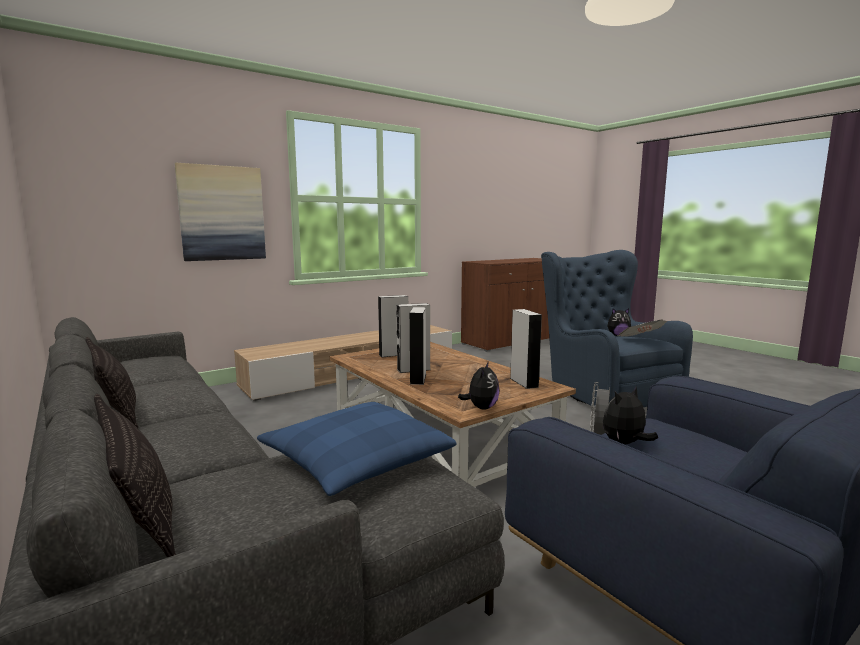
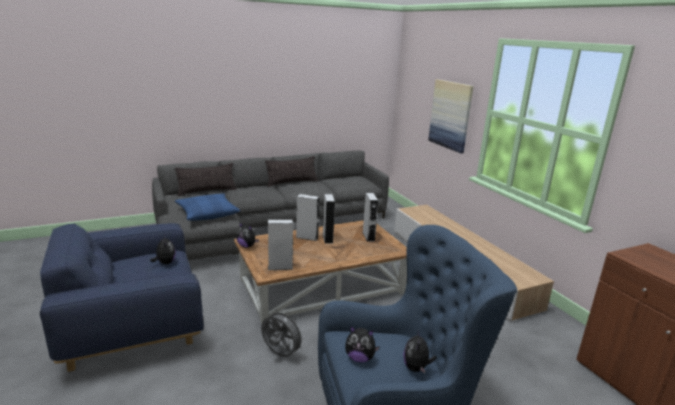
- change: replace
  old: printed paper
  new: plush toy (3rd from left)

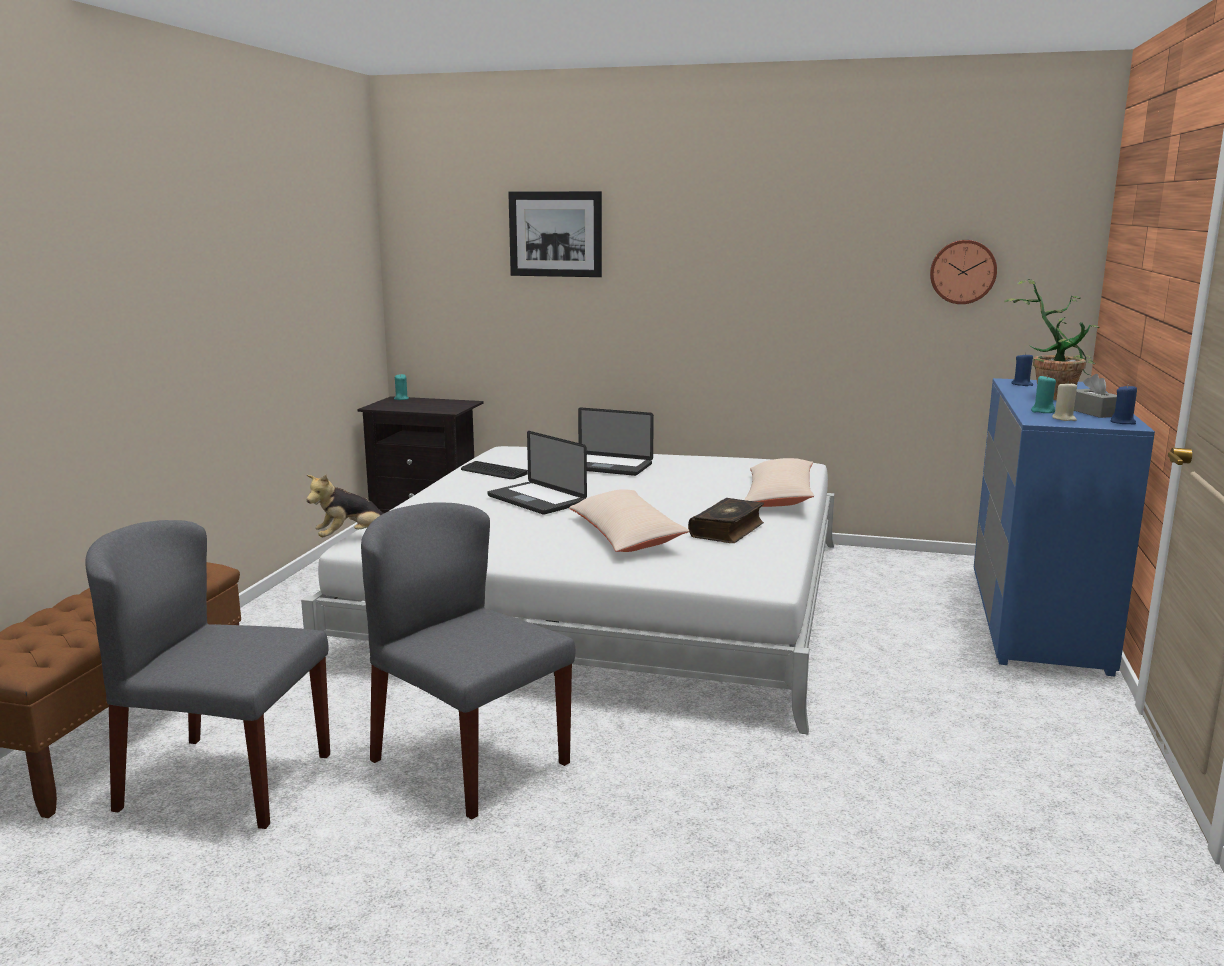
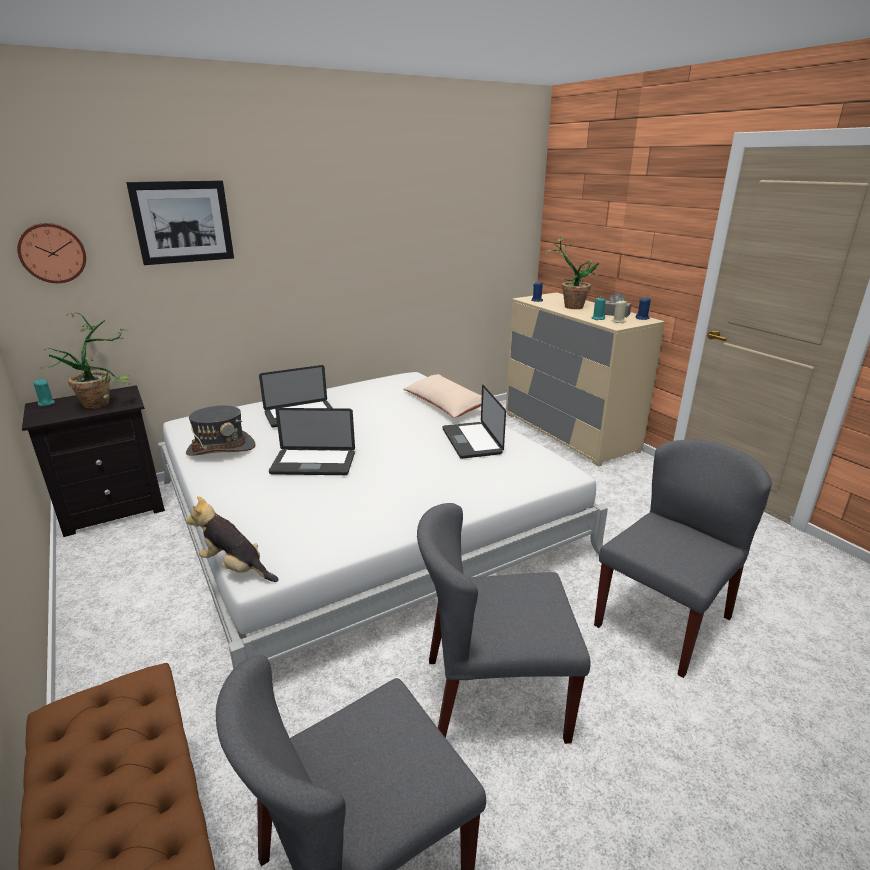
- change: move
  old: wall clock
- change: recolor
  old: drawer chest in blue
  new: drawer chest in beige
- change: replace
  old: keyboard
  new: clothing hat in greyish
- change: rotate
  old: plush toy
  degrees: 105
- change: delete
  old: throw pillow in beige (1st from left)
- change: replace
  old: volume
  new: portable computer (3rd from left)
- change: insert
  new: potted plant (1st from left)
- change: insert
  new: plain chair in greyish (3rd from left)

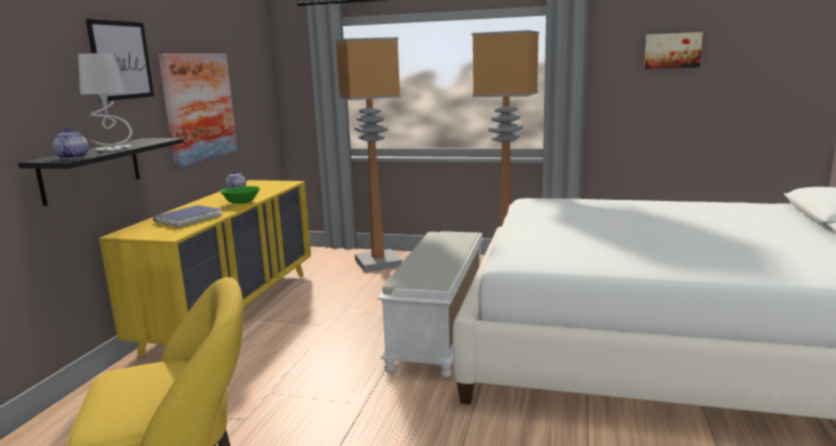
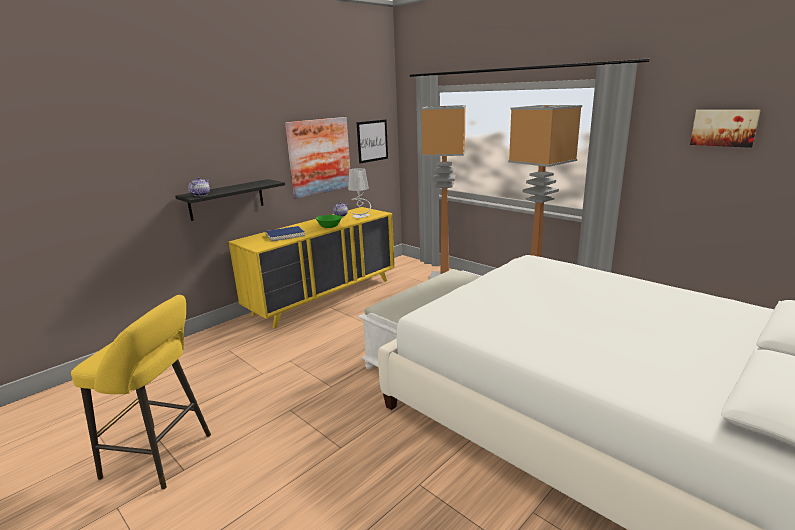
- change: move
  old: wall picture (1st from left in the first image)
  new: wall picture (2nd from left)
- change: move
  old: lamp for a table in greyish

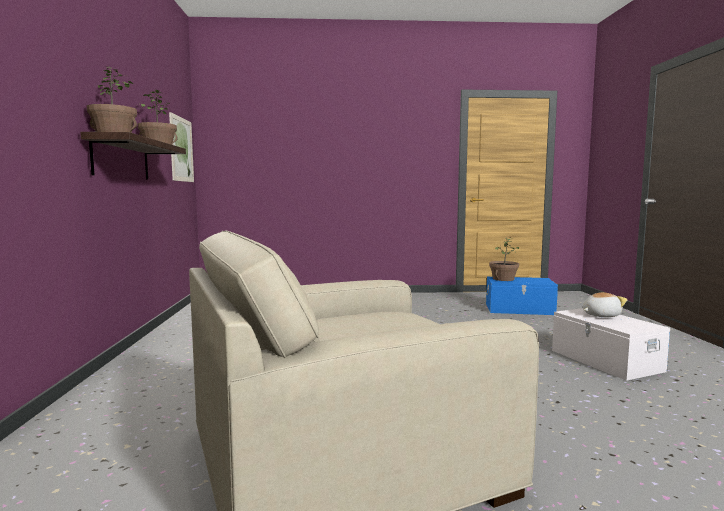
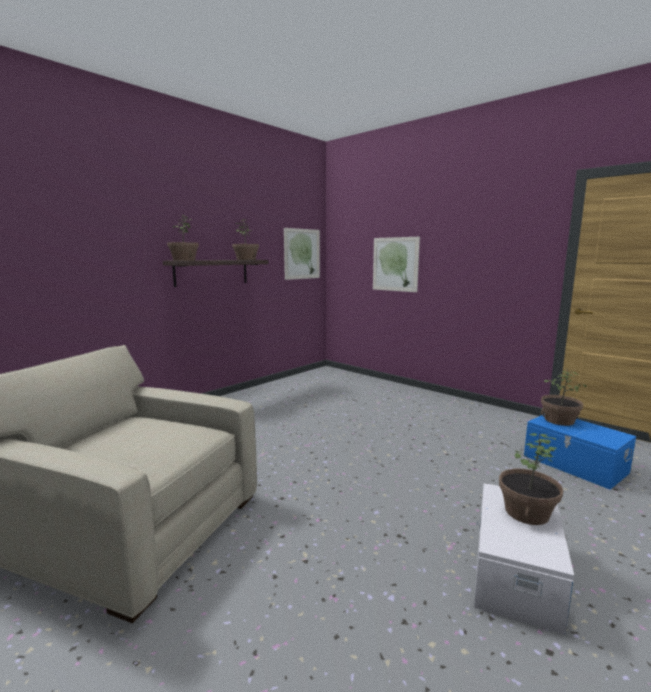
- change: replace
  old: plush toy
  new: potted plant (3rd from left)
- change: insert
  new: wall picture (2nd from left)

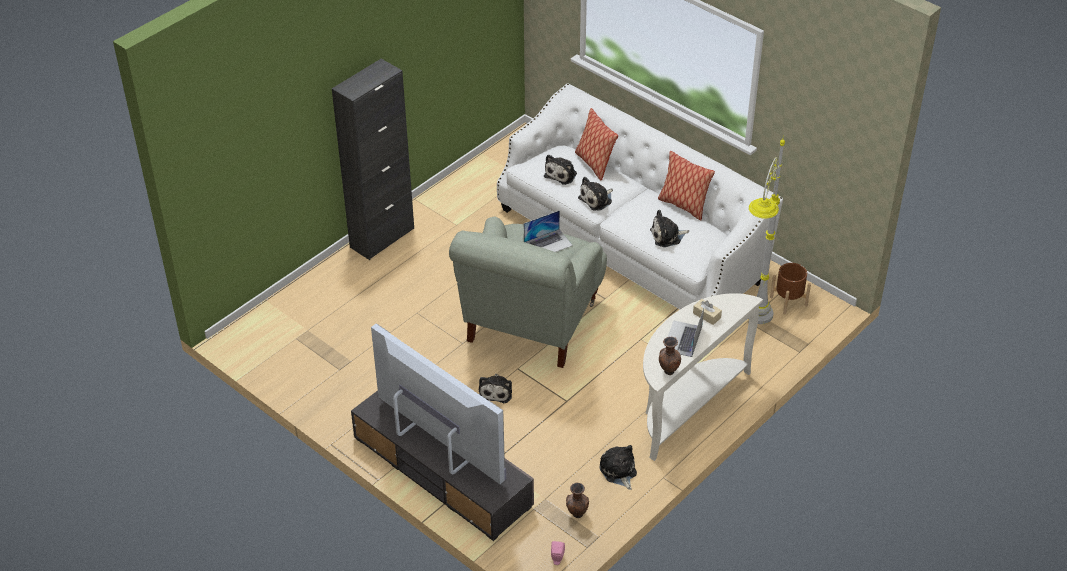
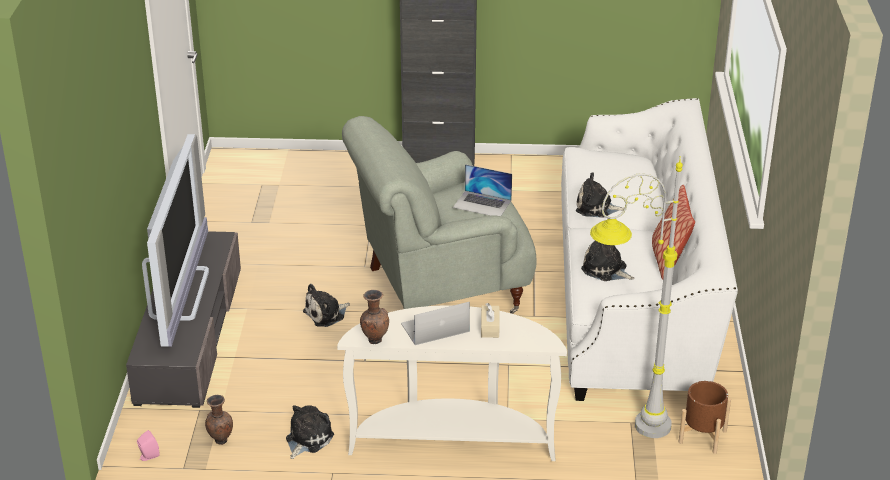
- change: delete
  old: throw pillow (1st from left)
- change: delete
  old: plush toy (2nd from left)

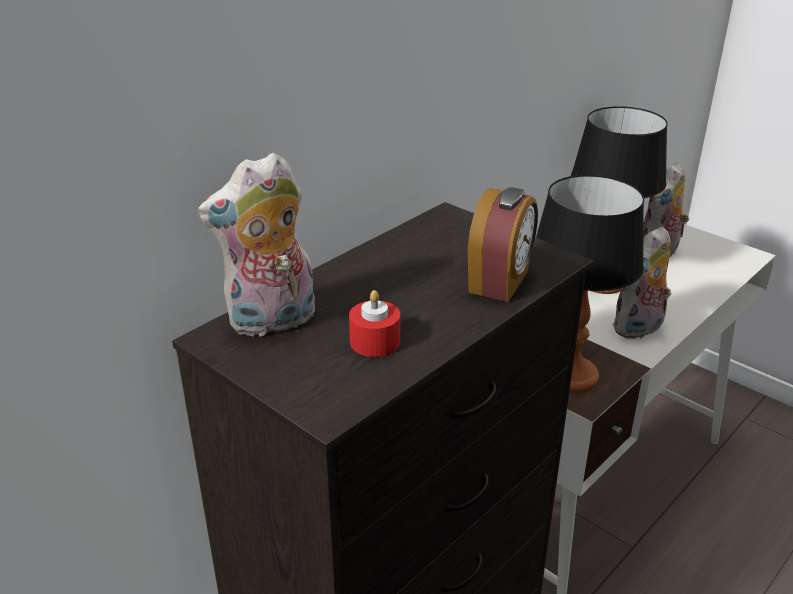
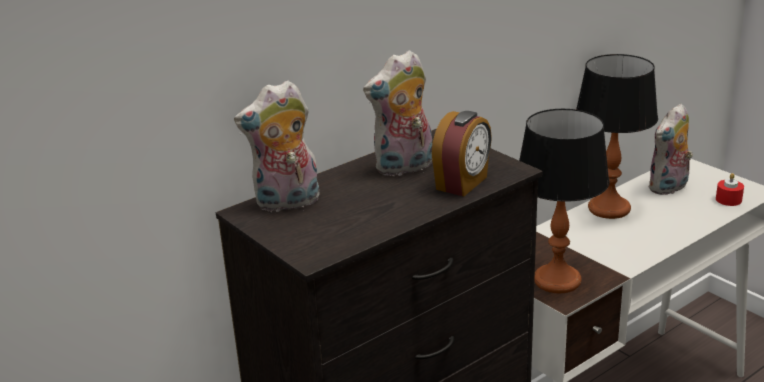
- change: move
  old: plush toy (2nd from left)
- change: move
  old: candle in reddish

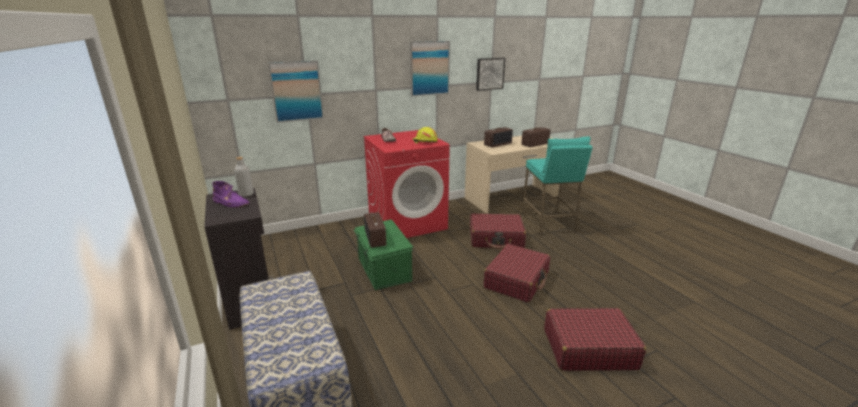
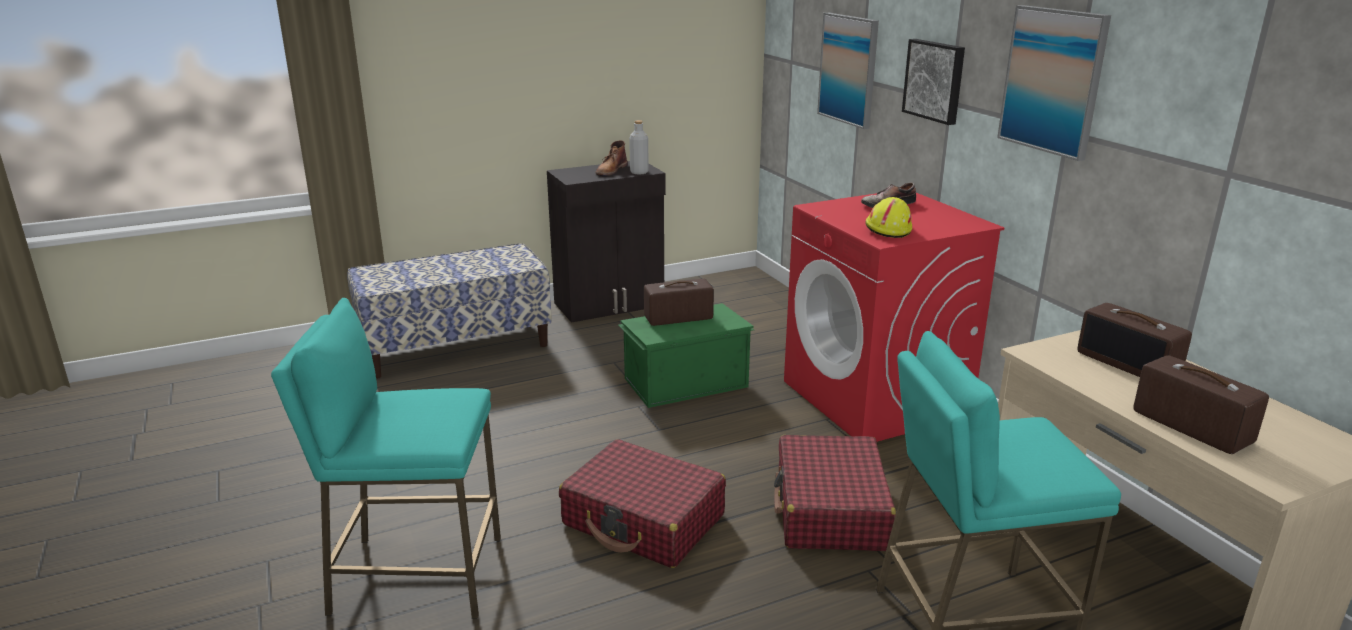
- change: move
  old: wall picture (3rd from left in the first image)
  new: wall picture (2nd from left)
- change: recolor
  old: boot in purple
  new: boot in brown-coloured
- change: replace
  old: travel case in reddish (3rd from left)
  new: sitting stool in blue-green (1st from left)

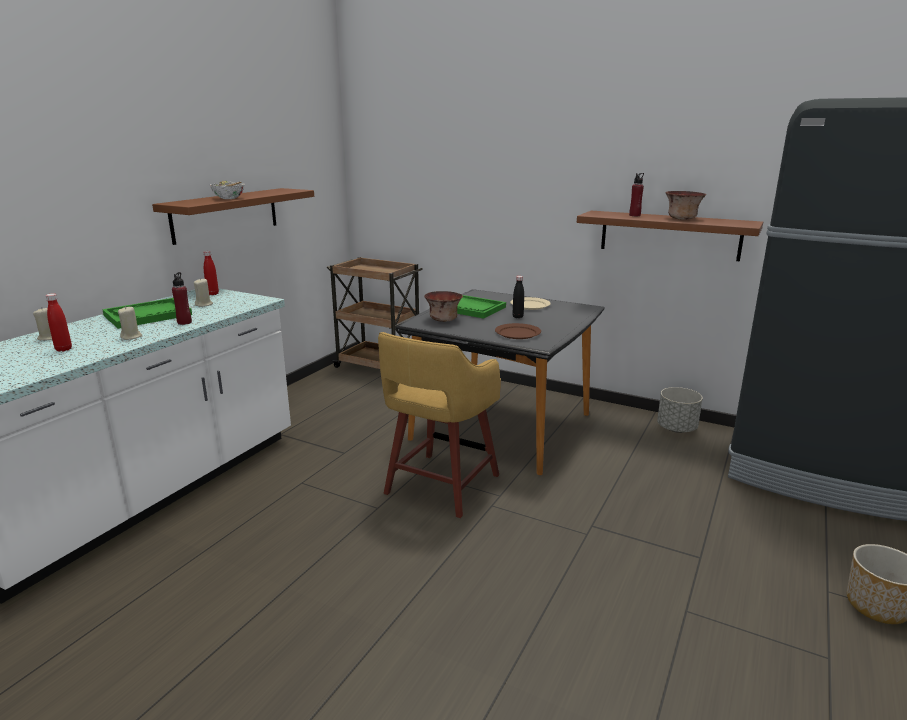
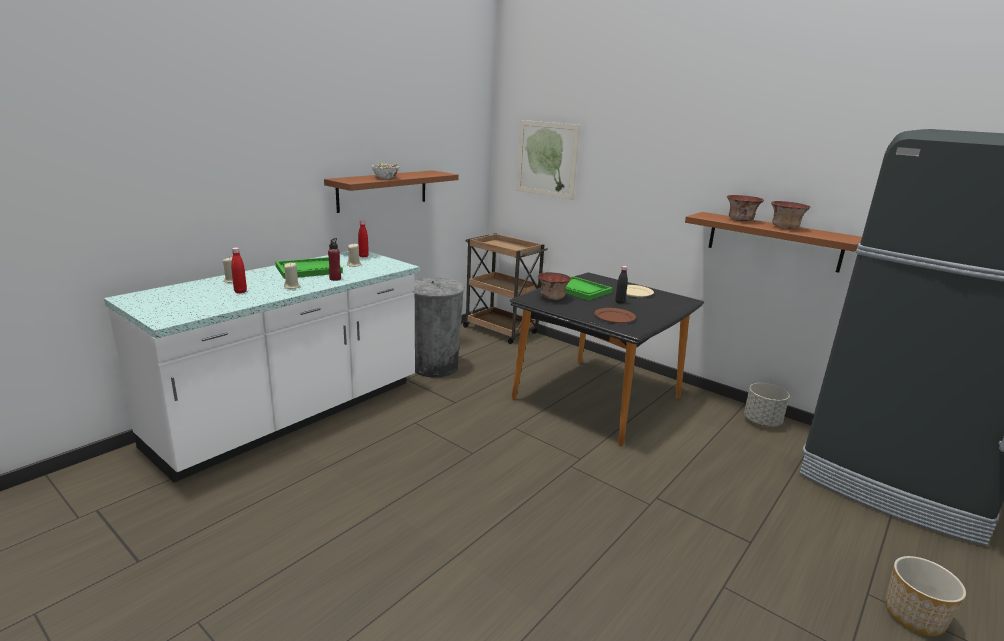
- change: replace
  old: bottle in reddish (4th from left)
  new: deep dish (3rd from left)
- change: delete
  old: sitting stool in yellow-coloured
- change: insert
  new: wall picture
- change: insert
  new: trash can in greyish

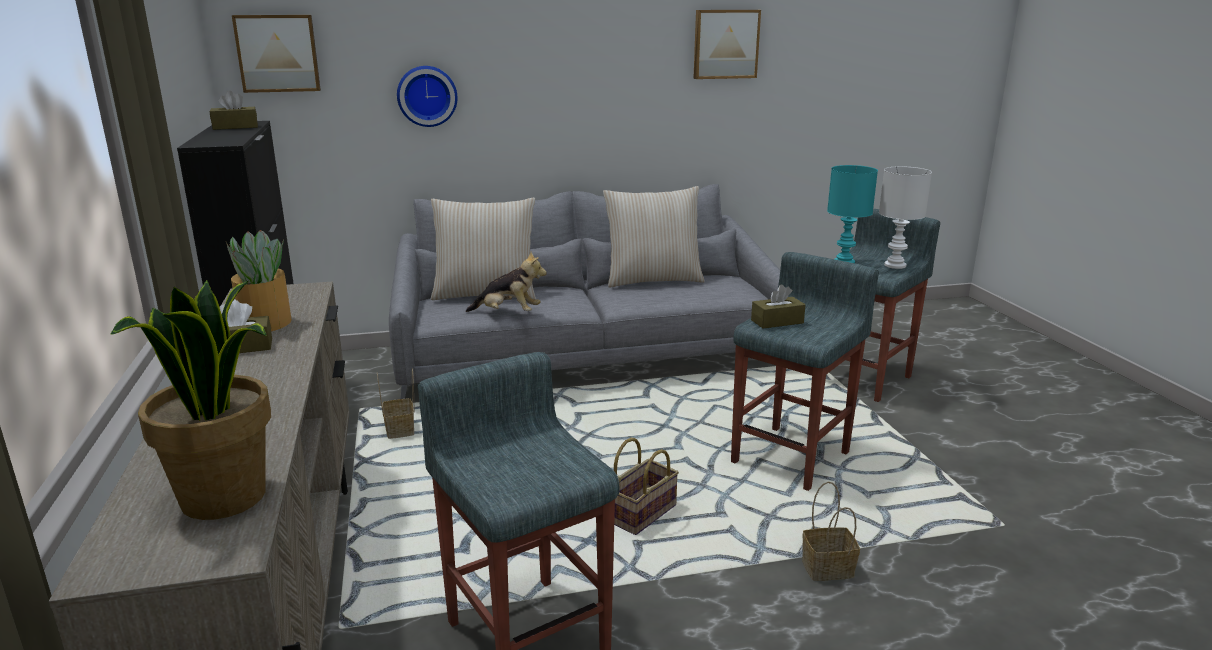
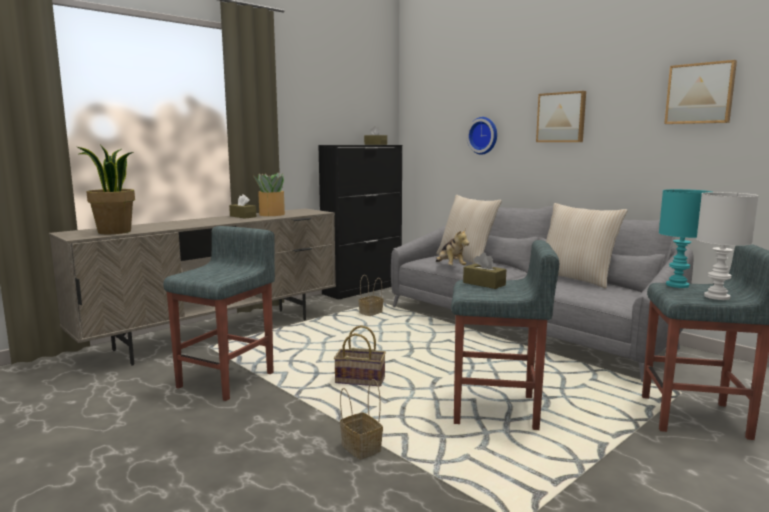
- change: move
  old: wall picture (1st from left)

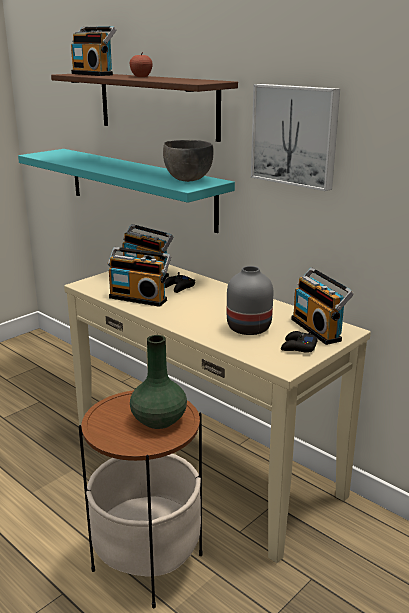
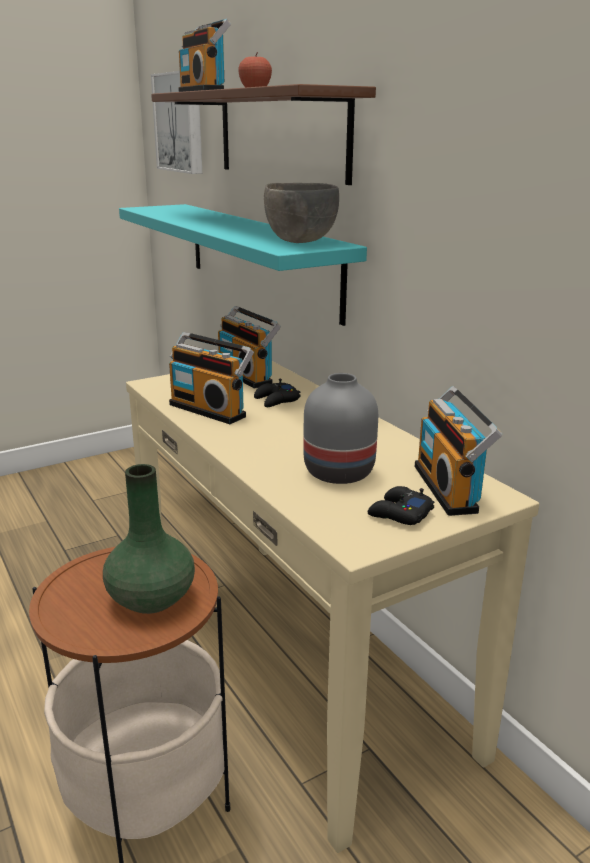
- change: move
  old: wall picture

